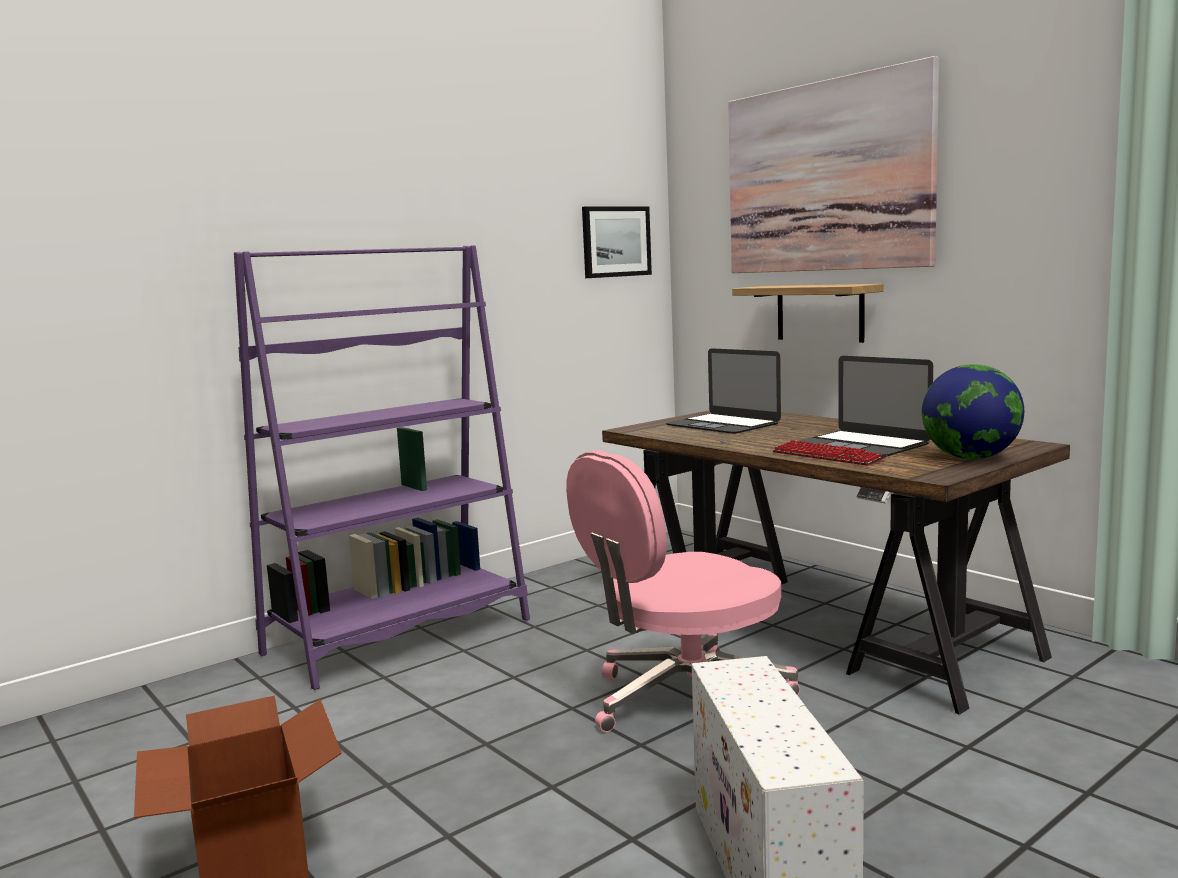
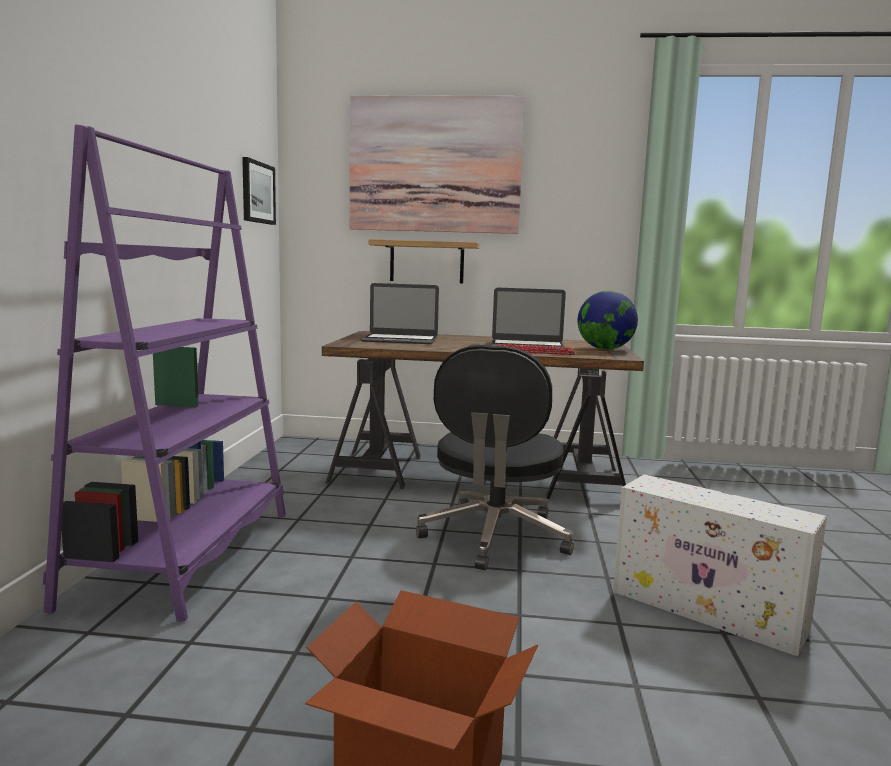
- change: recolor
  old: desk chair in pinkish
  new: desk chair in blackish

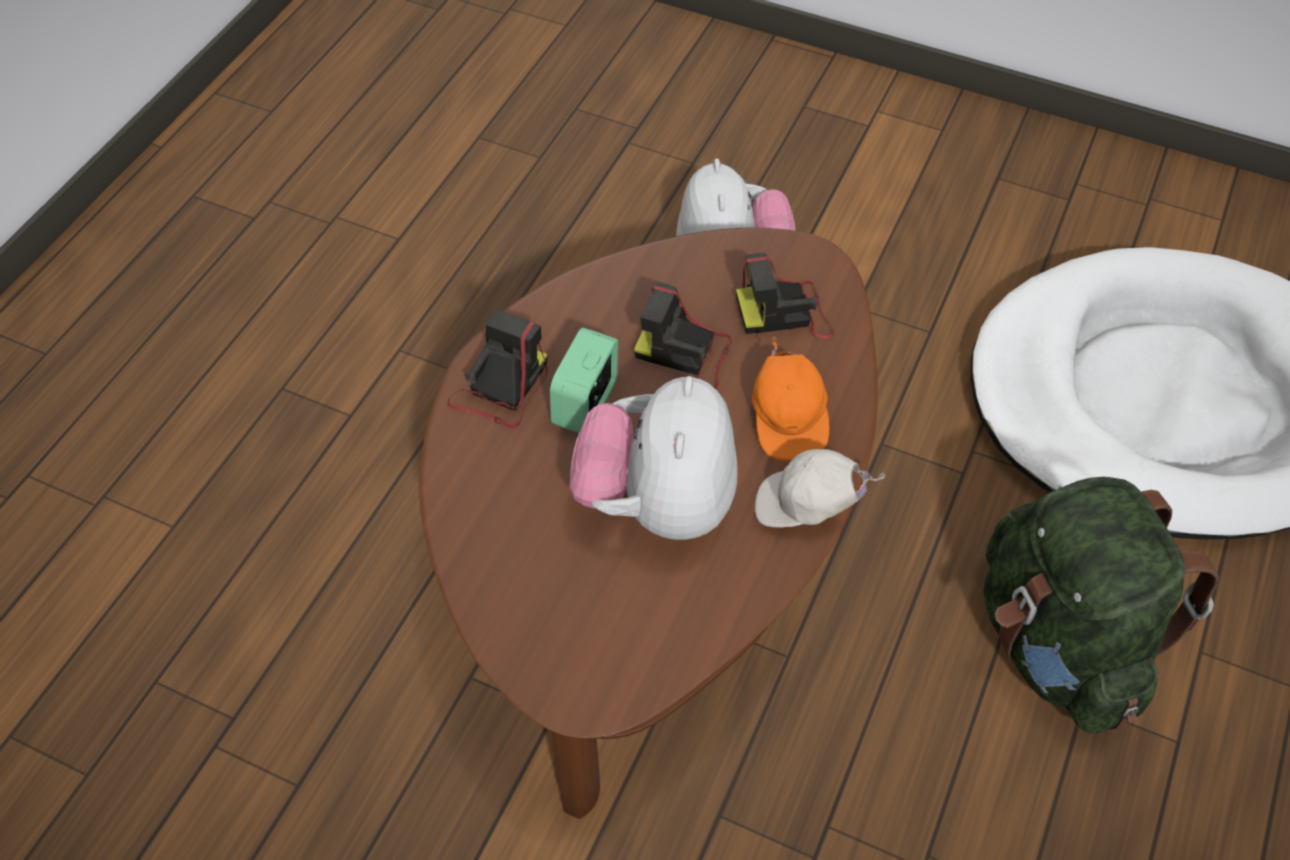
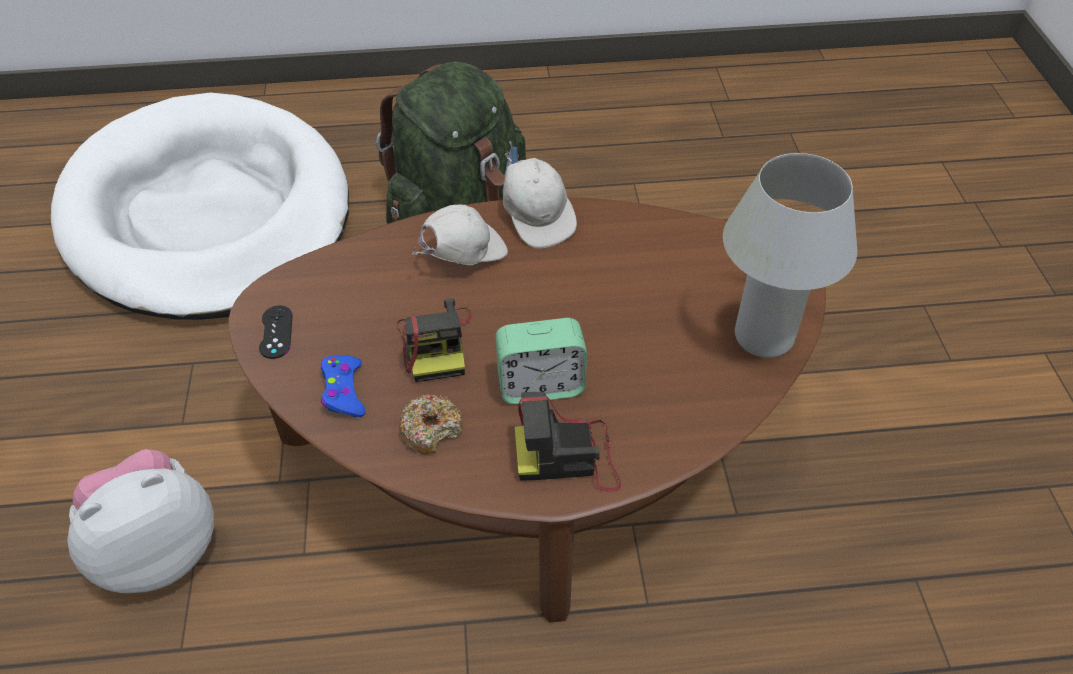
- change: delete
  old: photo camera (3rd from left)
- change: recolor
  old: cap in orangey
  new: cap in white (1st from left)
- change: delete
  old: plush toy (1st from left)
- change: insert
  new: lamp for a table in white
- change: insert
  new: joypad in blackish
- change: insert
  new: joypad in blue
- change: insert
  new: doughnut

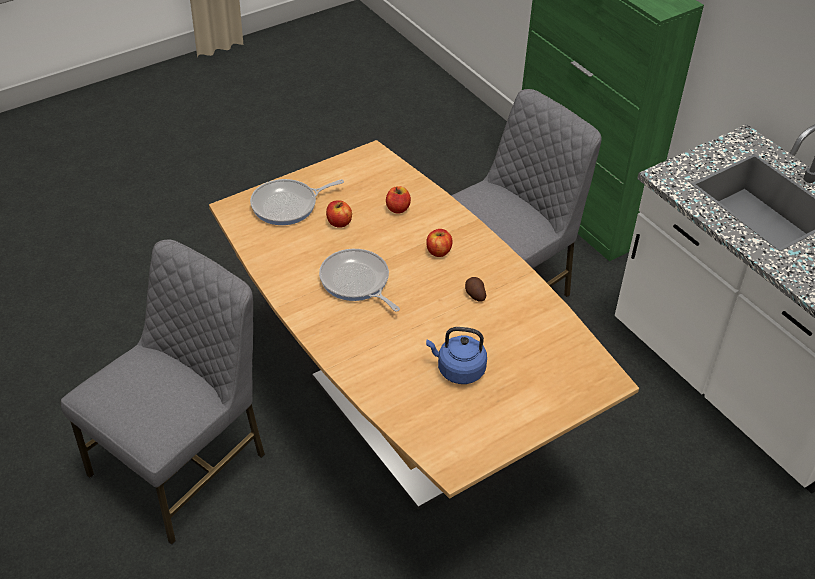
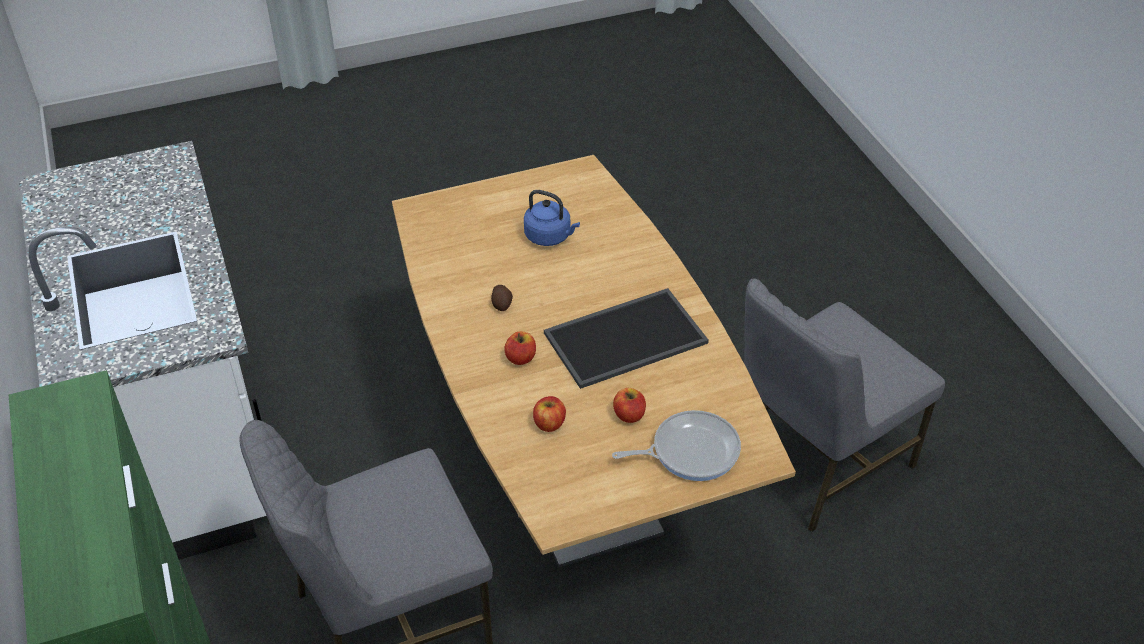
- change: replace
  old: frying pan (2nd from left)
  new: tray

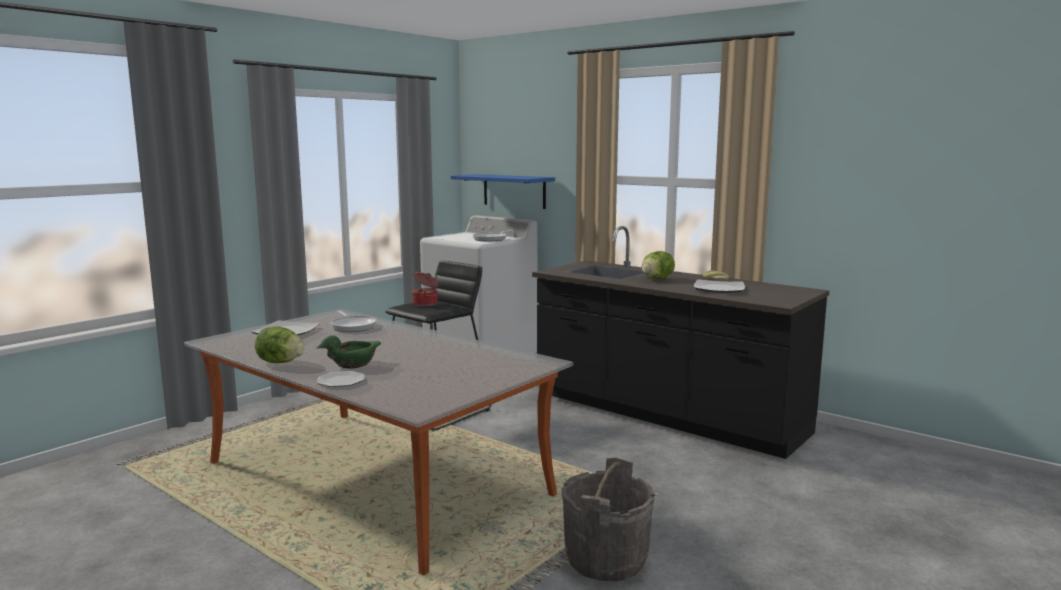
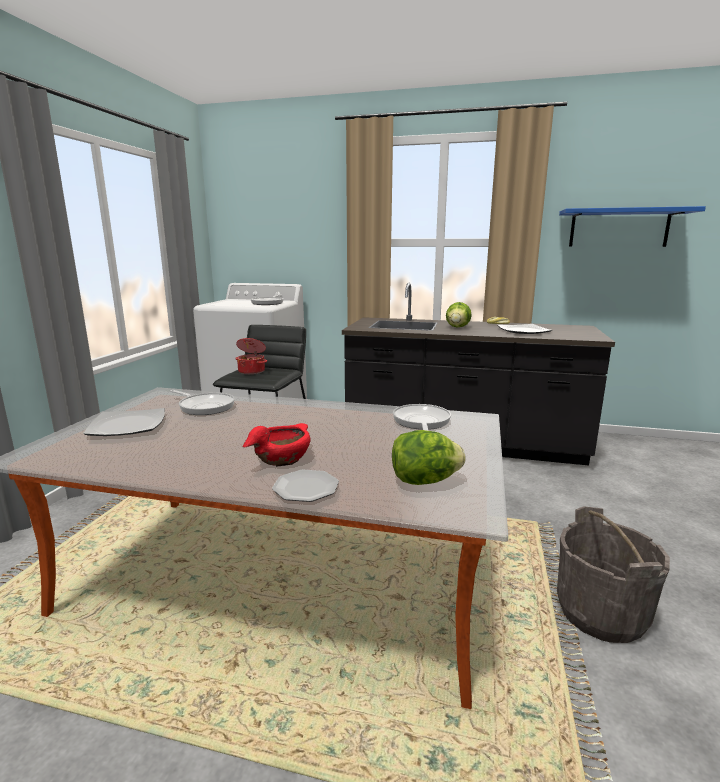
- change: move
  old: wall shelf in blue
- change: move
  old: lettuce head (1st from left)
- change: recolor
  old: deep dish in greenish
  new: deep dish in reddish
- change: insert
  new: frying pan (3rd from left)

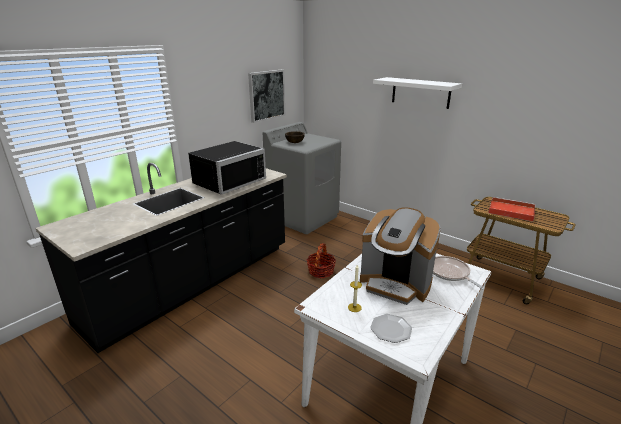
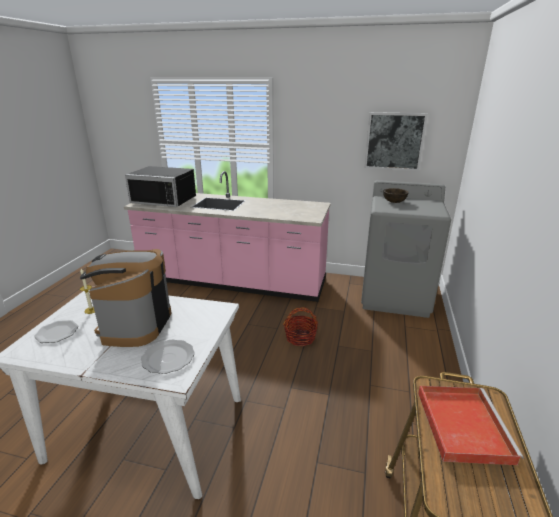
- change: delete
  old: wall shelf in white
- change: move
  old: microwave in blackish
- change: recolor
  old: counter in blackish
  new: counter in pinkish
- change: replace
  old: frying pan
  new: plate (2nd from left)

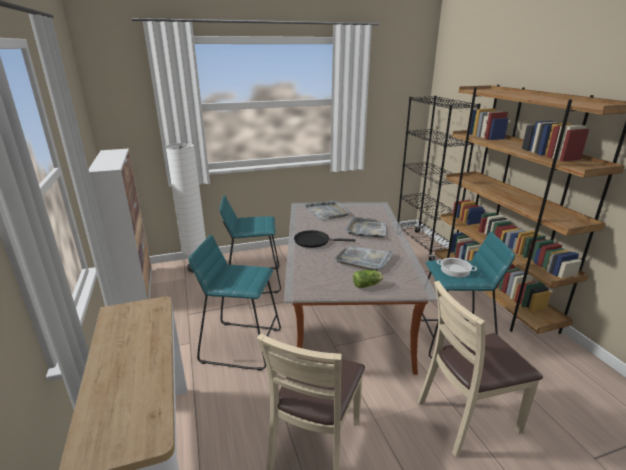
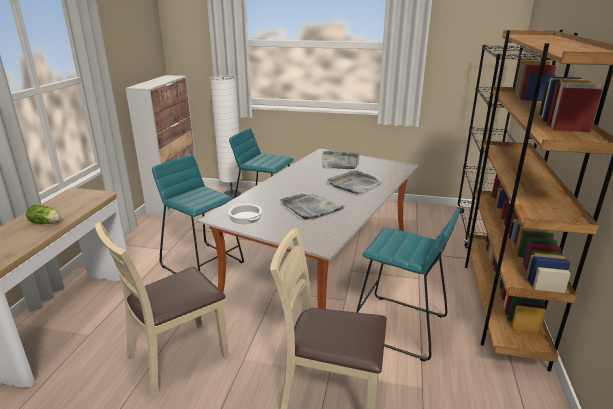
- change: delete
  old: frying pan in blackish
- change: move
  old: stockpot
- change: move
  old: lettuce head

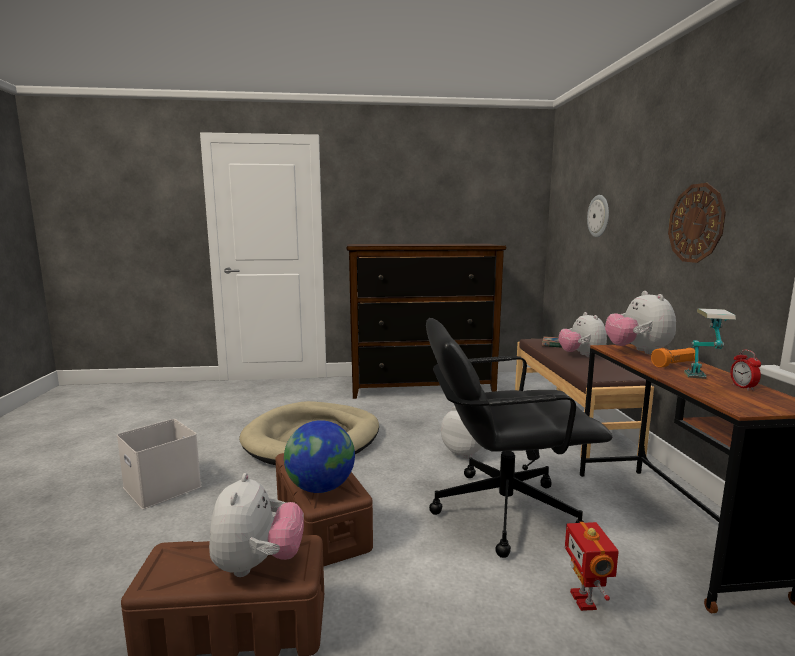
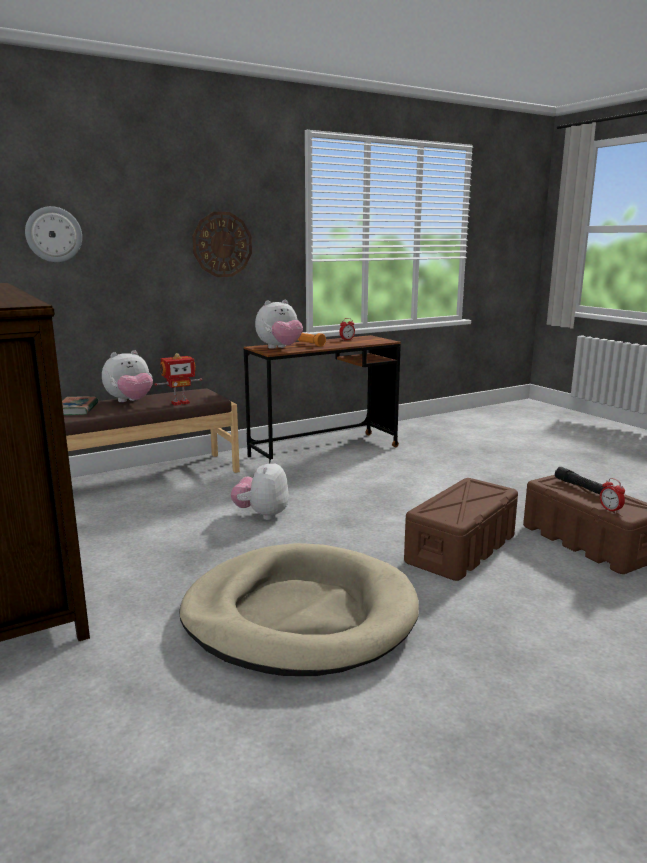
- change: delete
  old: lamp for a table
- change: delete
  old: desk chair in blackish
- change: delete
  old: storage box in white
- change: delete
  old: world globe
- change: replace
  old: plush toy (1st from left)
  new: hand torch in blackish
- change: move
  old: toy robot
- change: insert
  new: alarm clock (2nd from left)

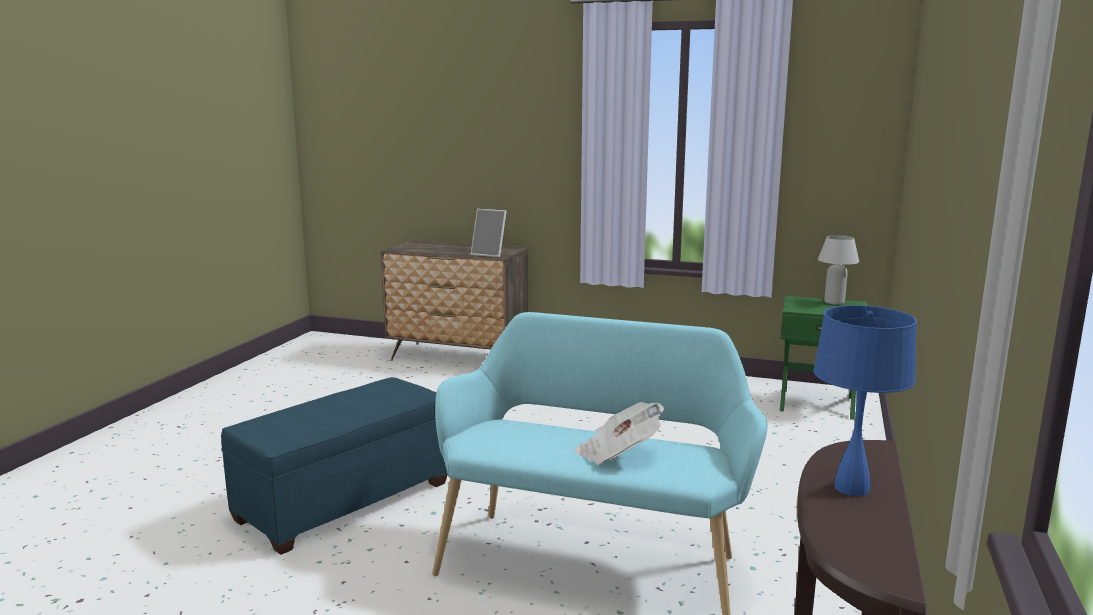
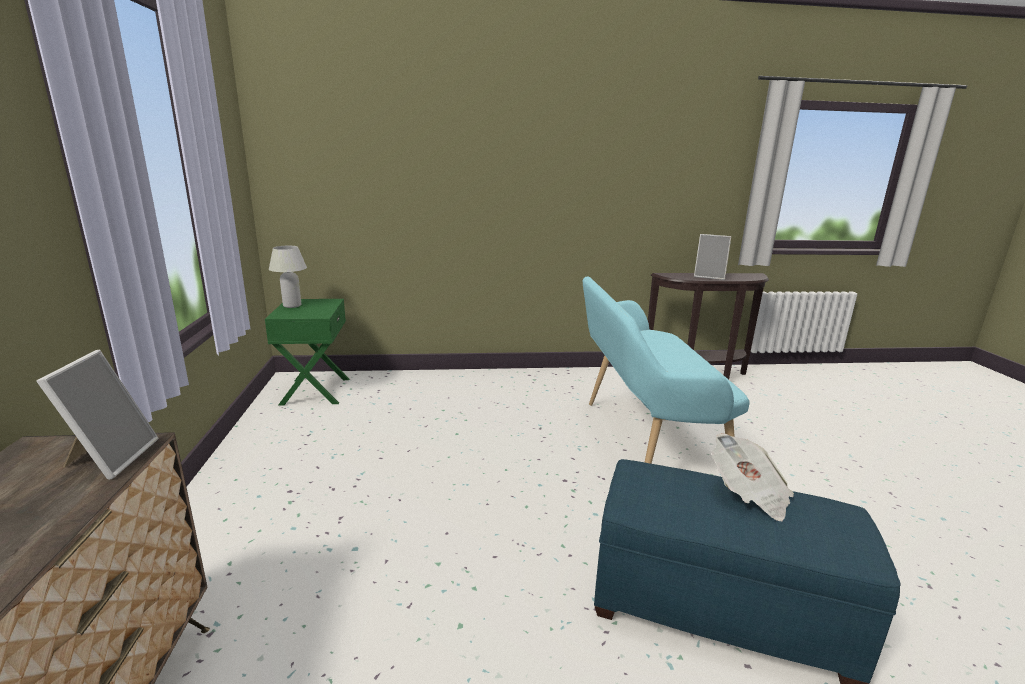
- change: replace
  old: lamp for a table in blue
  new: photo frame (2nd from left)
- change: move
  old: printed paper

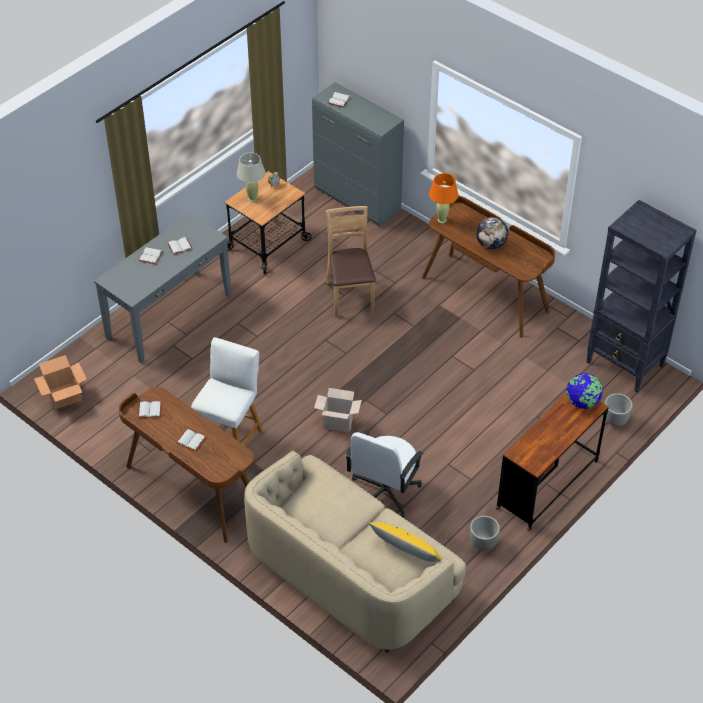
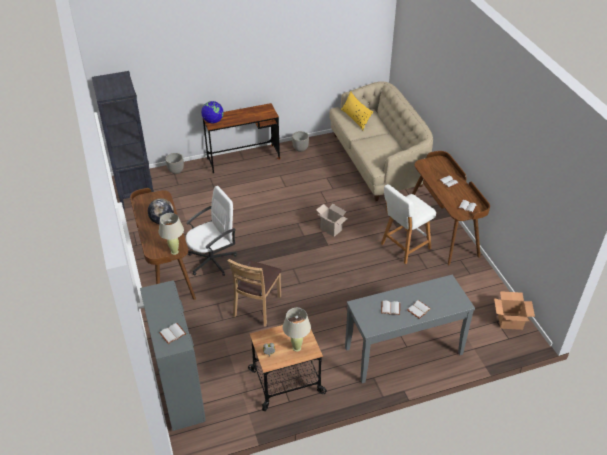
- change: recolor
  old: lamp for a table in orangey
  new: lamp for a table in beige (1st from left)
- change: move
  old: desk chair in white

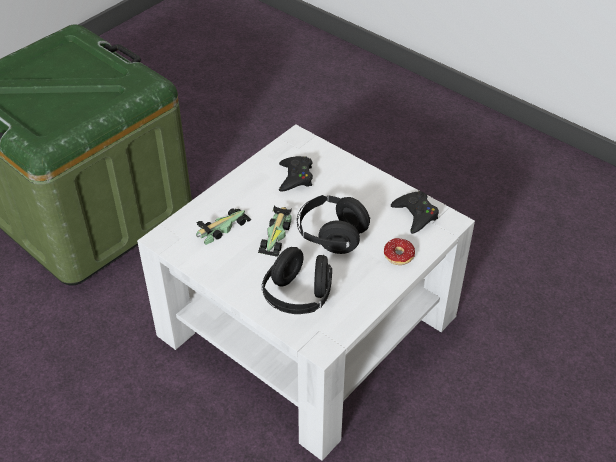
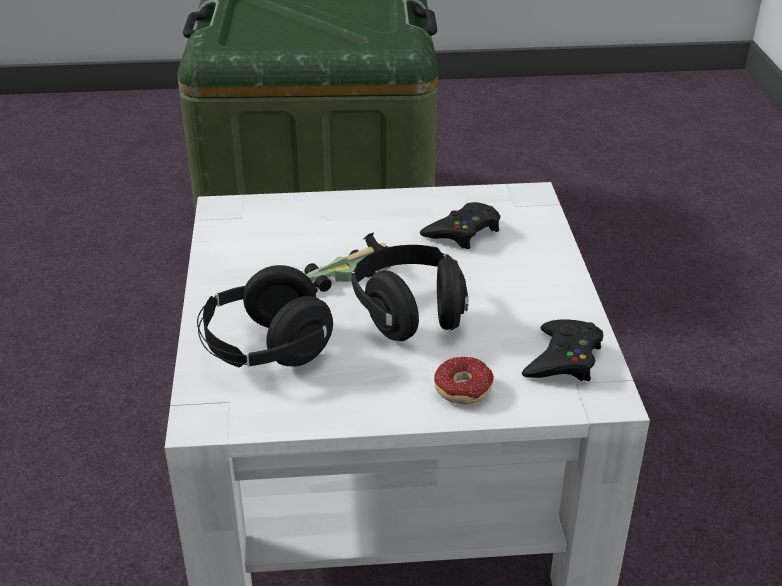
- change: delete
  old: toy car (1st from left)

